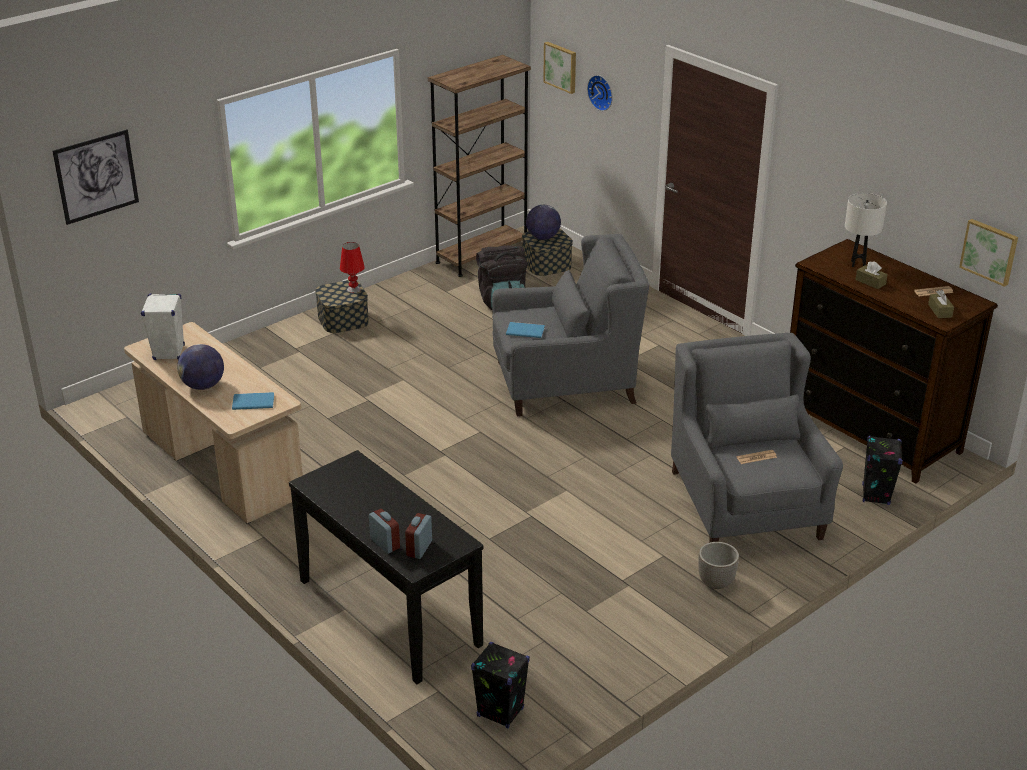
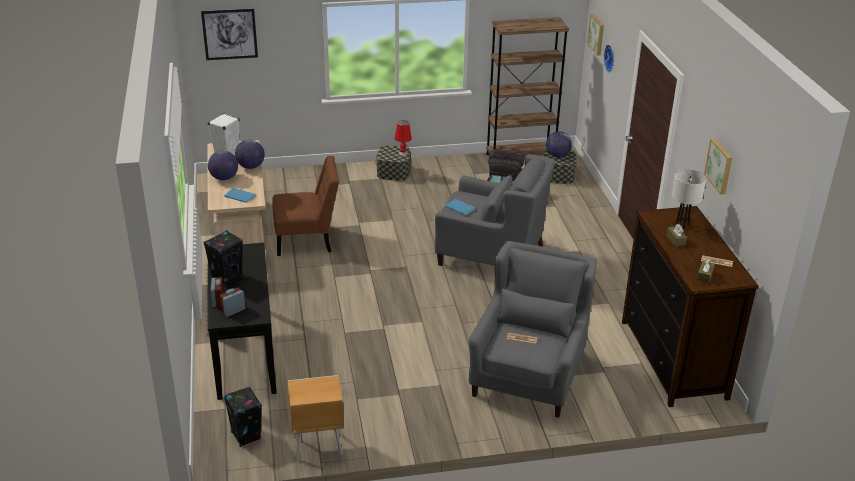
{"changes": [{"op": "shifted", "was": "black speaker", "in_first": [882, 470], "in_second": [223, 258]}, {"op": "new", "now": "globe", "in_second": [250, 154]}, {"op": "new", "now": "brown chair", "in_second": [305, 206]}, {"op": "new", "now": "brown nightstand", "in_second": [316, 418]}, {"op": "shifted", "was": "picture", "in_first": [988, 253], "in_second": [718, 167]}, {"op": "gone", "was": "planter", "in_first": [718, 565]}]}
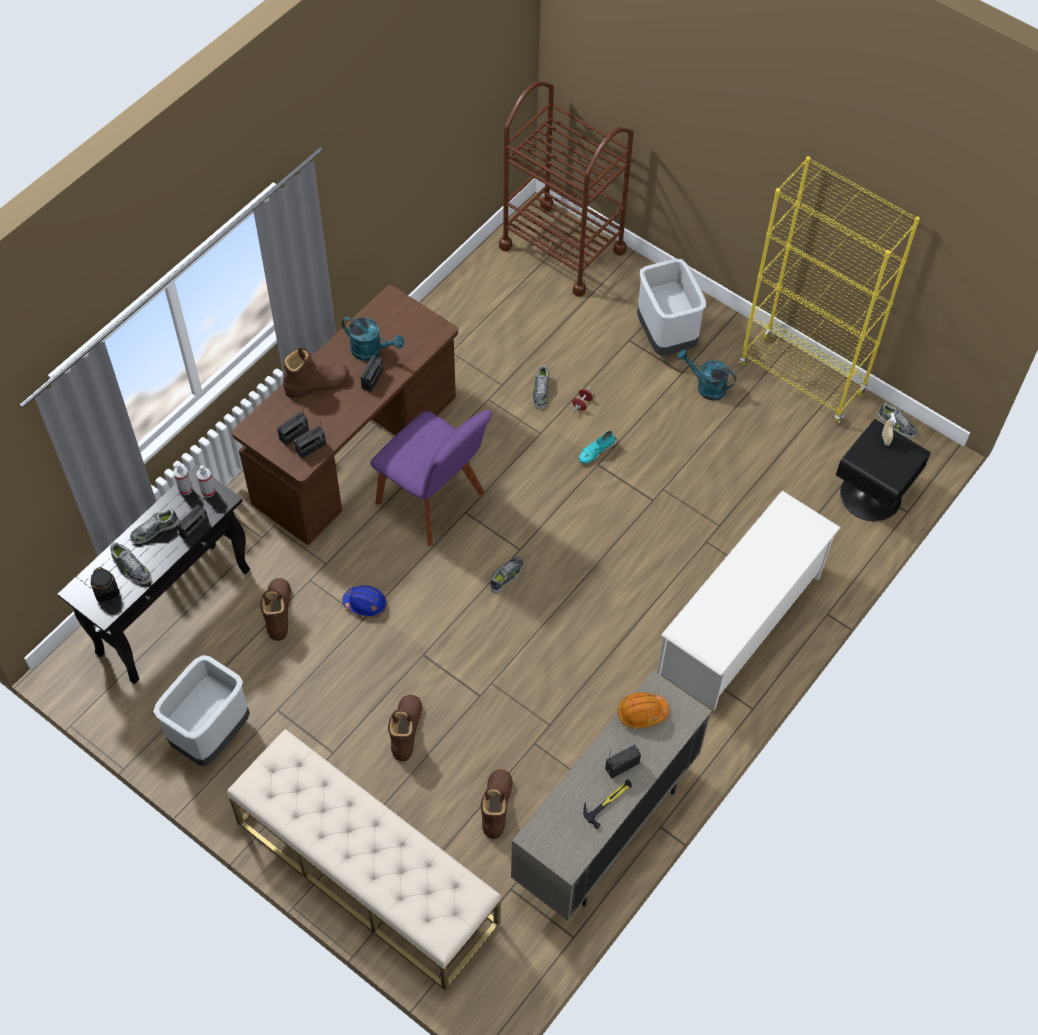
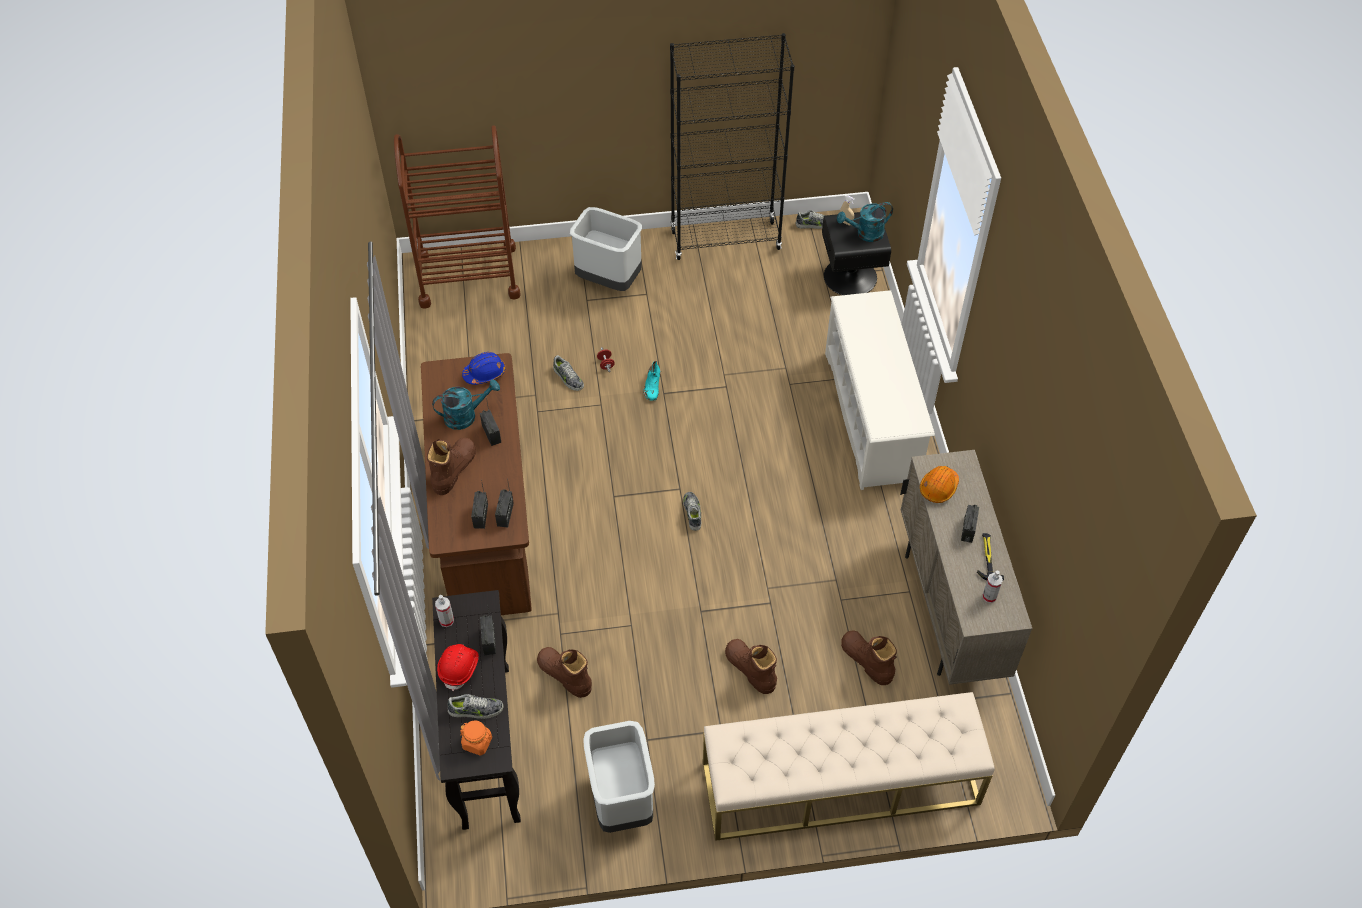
{"changes": [{"op": "swapped", "was": "shoe", "now": "red hard hat", "in_first": [154, 526], "in_second": [458, 667]}, {"op": "repainted", "was": "black jar", "now": "orange jar", "in_first": [105, 584], "in_second": [476, 737]}, {"op": "shifted", "was": "blue hard hat", "in_first": [365, 601], "in_second": [483, 368]}, {"op": "repainted", "was": "yellow bookcase", "now": "black bookcase", "in_first": [829, 289], "in_second": [732, 146]}, {"op": "shifted", "was": "turquoise watering can", "in_first": [706, 375], "in_second": [865, 222]}, {"op": "shifted", "was": "spray bottle", "in_first": [205, 481], "in_second": [992, 587]}, {"op": "gone", "was": "purple chair", "in_first": [431, 477]}]}
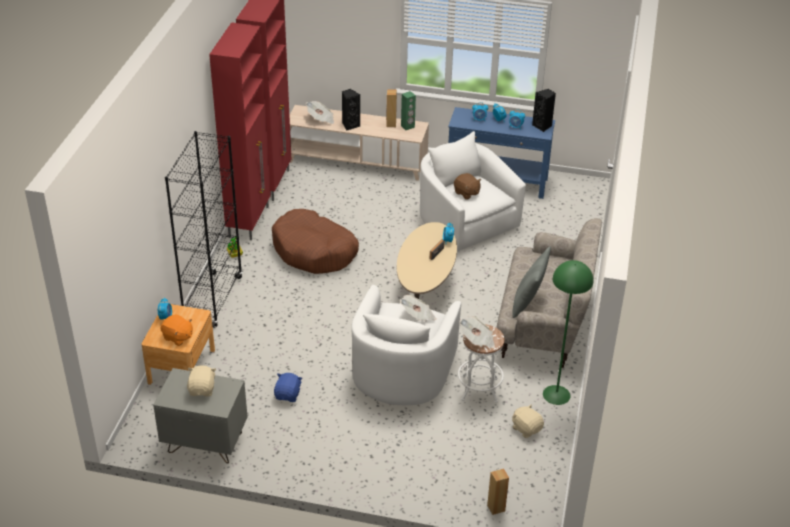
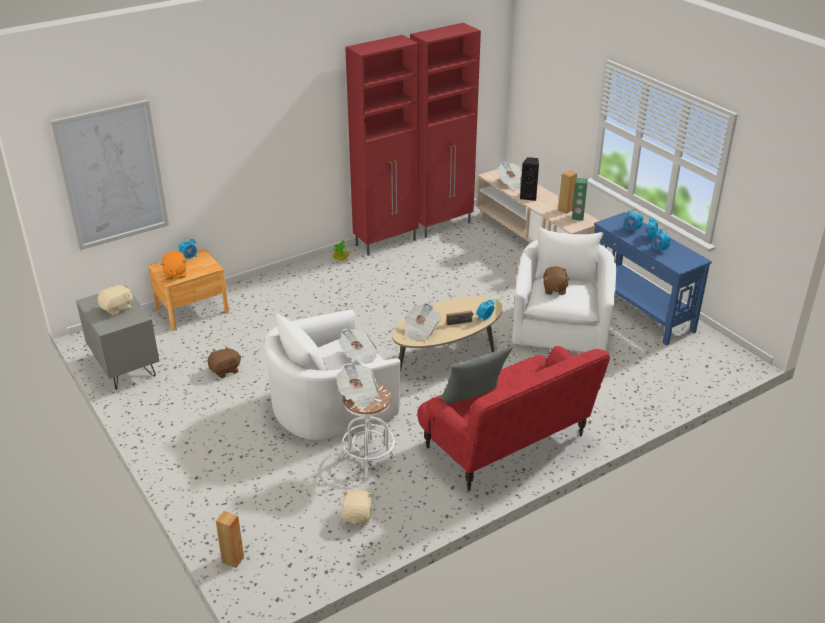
{"changes": [{"op": "new", "now": "picture", "in_second": [109, 174]}, {"op": "repainted", "was": "blue plush toy", "now": "brown plush toy", "in_first": [288, 387], "in_second": [224, 362]}, {"op": "new", "now": "newspaper", "in_second": [422, 321]}, {"op": "repainted", "was": "beige sofa", "now": "red sofa", "in_first": [549, 293], "in_second": [513, 418]}, {"op": "gone", "was": "black bookcase", "in_first": [204, 229]}, {"op": "gone", "was": "brown dog bed", "in_first": [315, 241]}, {"op": "gone", "was": "black speaker", "in_first": [544, 110]}, {"op": "gone", "was": "green floor lamp", "in_first": [568, 332]}]}
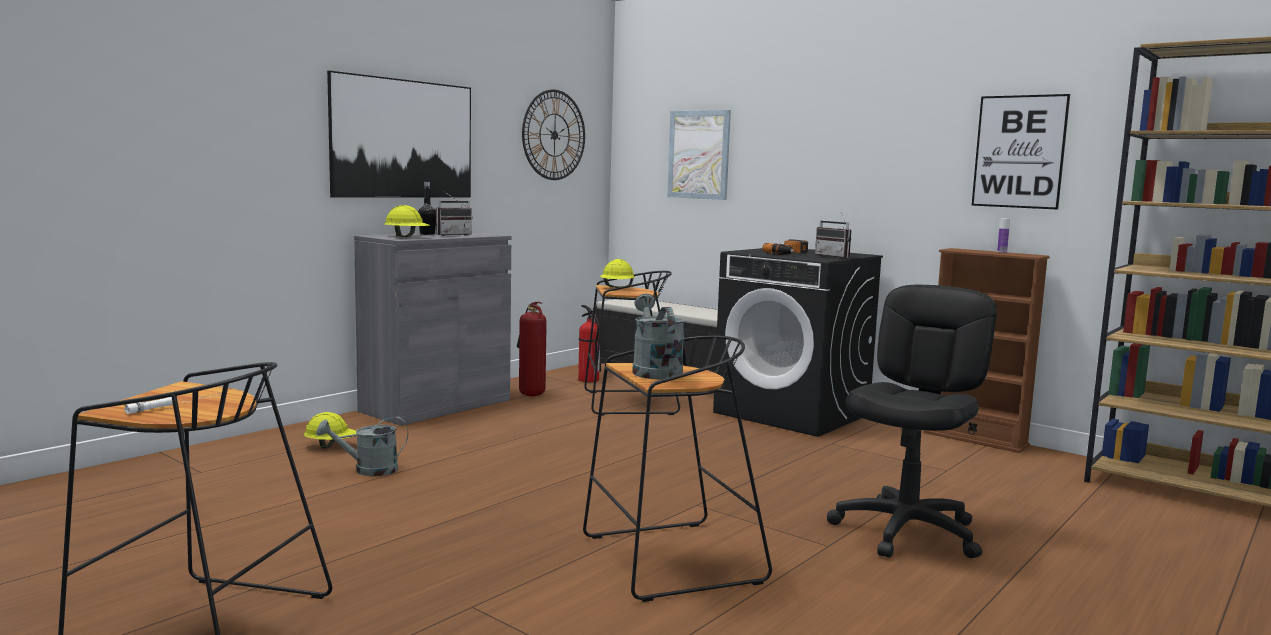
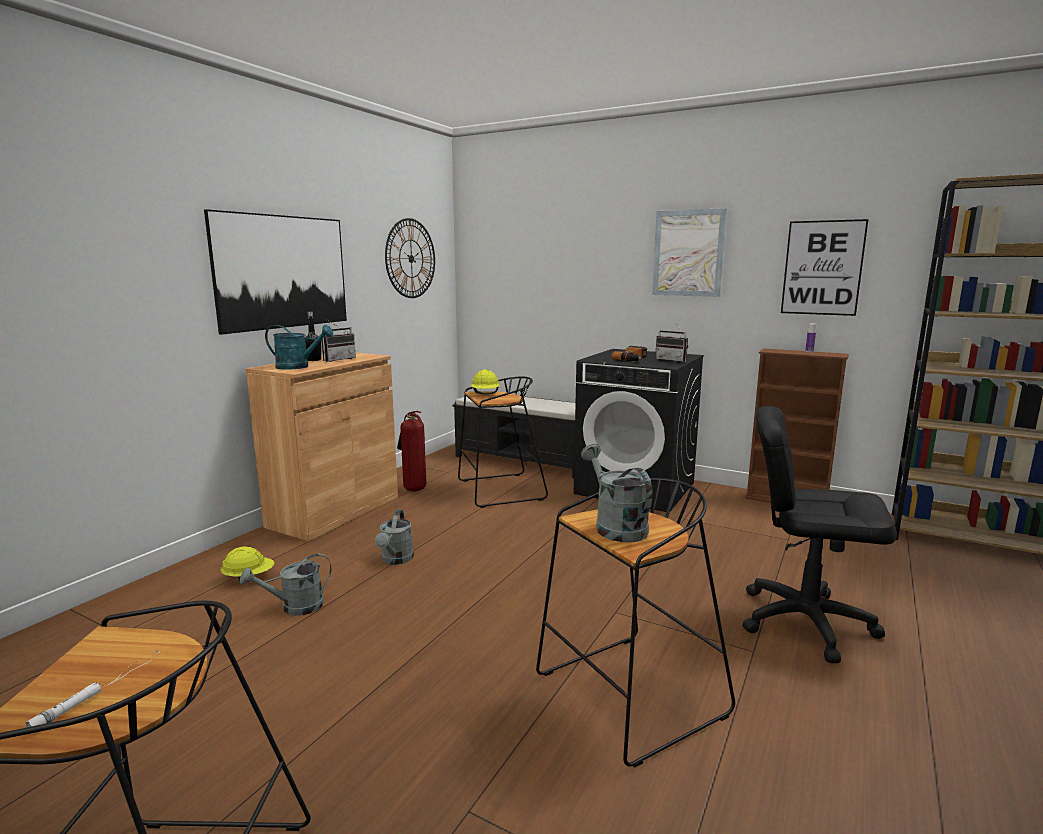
{"changes": [{"op": "repainted", "was": "grey cabinet", "now": "brown cabinet", "in_first": [432, 329], "in_second": [322, 446]}, {"op": "swapped", "was": "yellow hard hat", "now": "turquoise watering can", "in_first": [407, 221], "in_second": [299, 347]}, {"op": "new", "now": "grey watering can", "in_second": [394, 537]}, {"op": "shifted", "was": "picture", "in_first": [699, 155], "in_second": [689, 252]}, {"op": "rotated", "was": "black office chair", "in_first": [912, 421], "in_second": [819, 534], "clockwise": -90}, {"op": "gone", "was": "fire extinguisher", "in_first": [589, 343]}]}
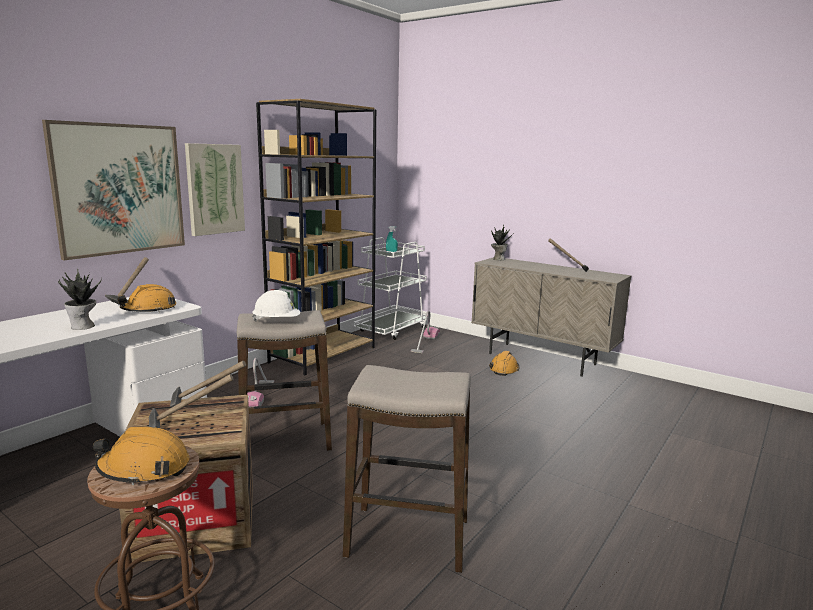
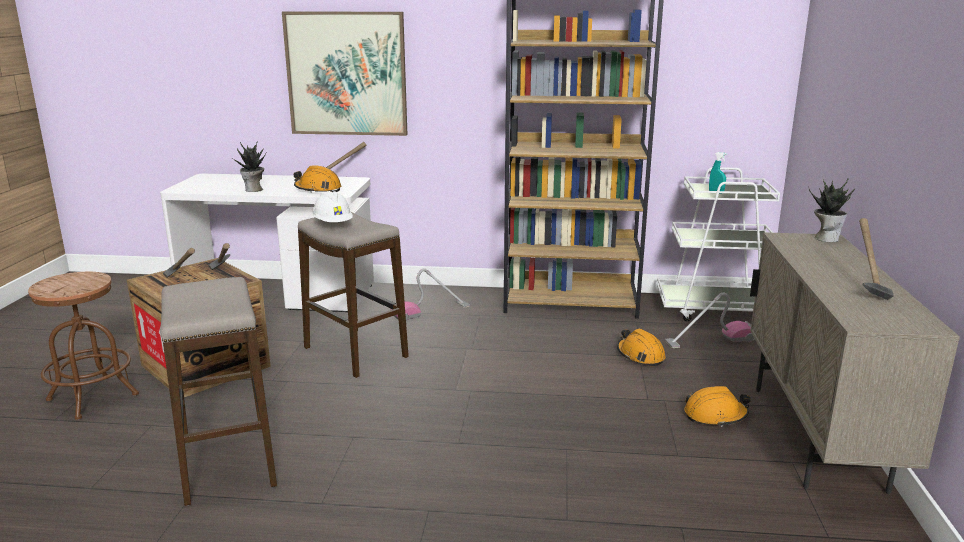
{"changes": [{"op": "shifted", "was": "orange hard hat", "in_first": [141, 456], "in_second": [641, 348]}, {"op": "gone", "was": "picture", "in_first": [215, 189]}]}
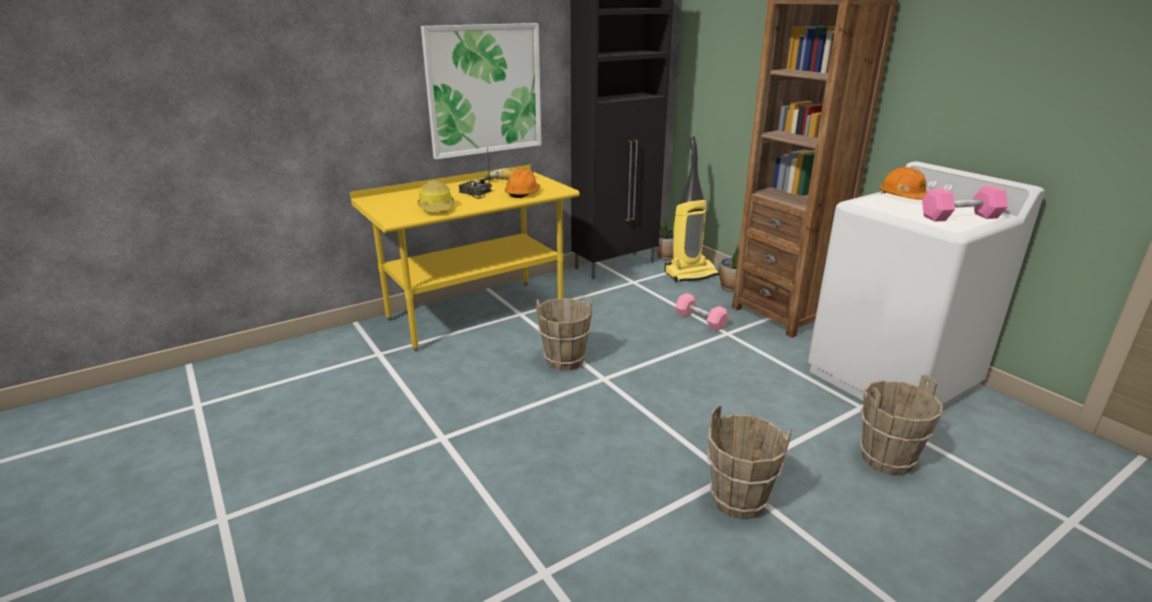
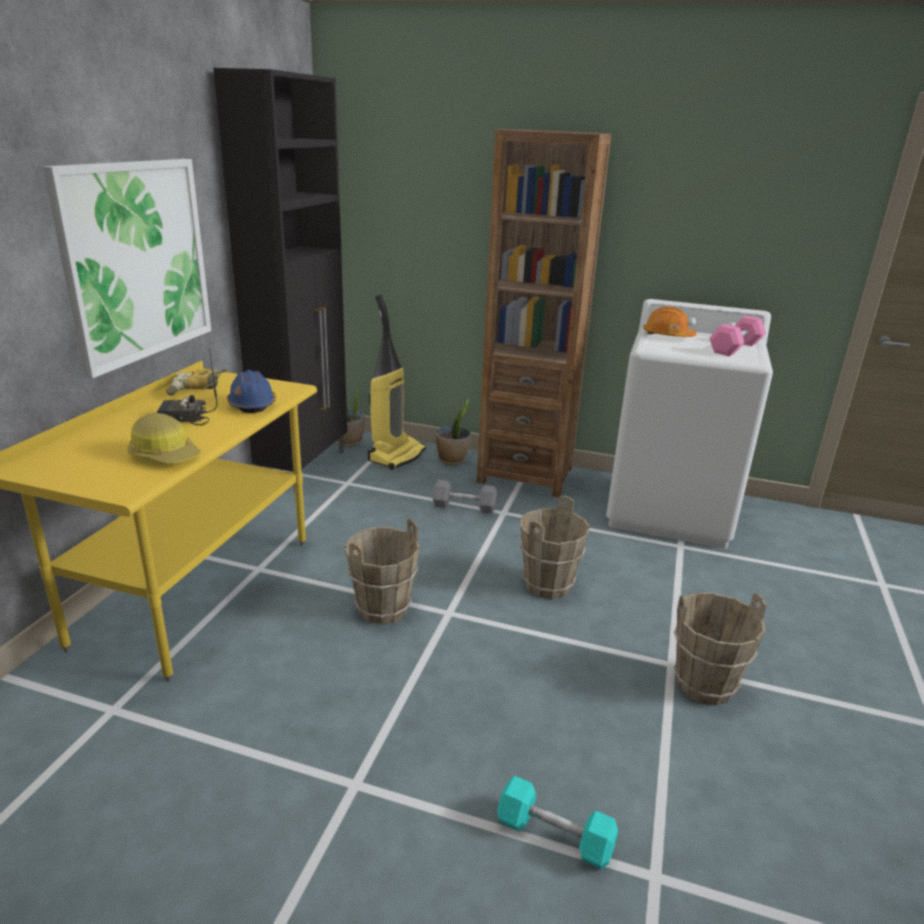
{"changes": [{"op": "repainted", "was": "orange hard hat", "now": "blue hard hat", "in_first": [523, 183], "in_second": [251, 391]}, {"op": "repainted", "was": "pink dumbbell", "now": "grey dumbbell", "in_first": [702, 312], "in_second": [464, 496]}, {"op": "new", "now": "turquoise dumbbell", "in_second": [557, 823]}, {"op": "shifted", "was": "brown bucket", "in_first": [901, 425], "in_second": [555, 547]}]}
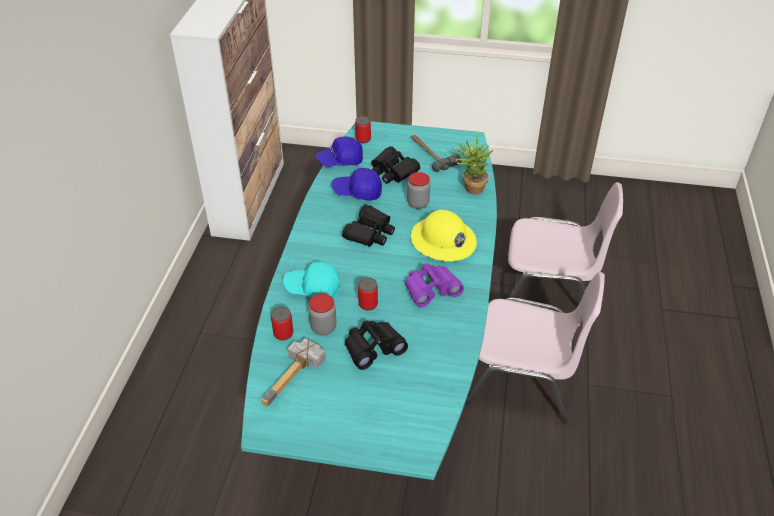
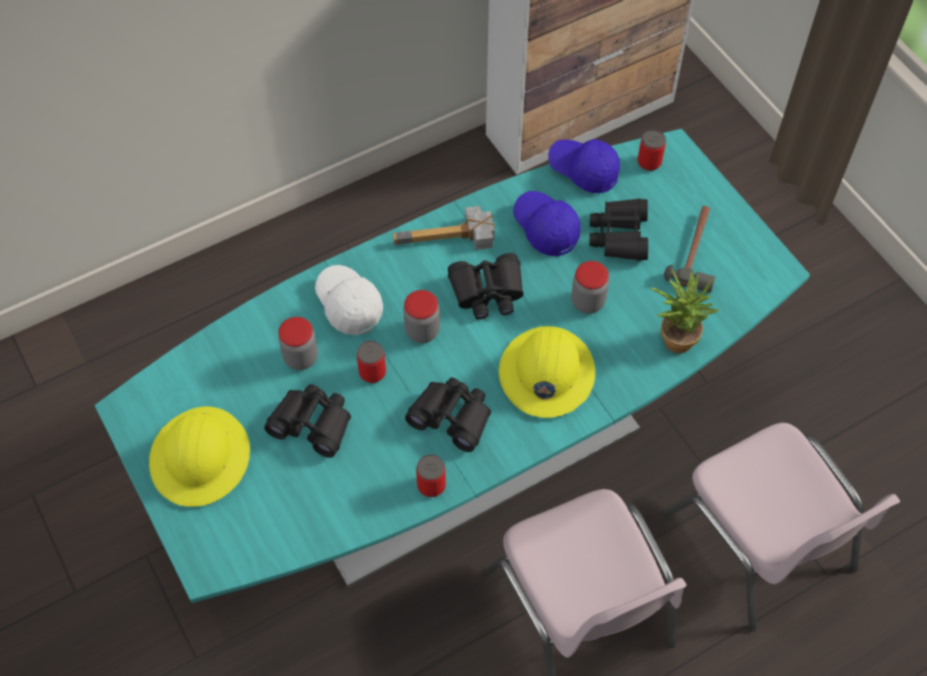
{"changes": [{"op": "new", "now": "yellow hard hat", "in_second": [199, 456]}, {"op": "repainted", "was": "turquoise cap", "now": "white cap", "in_first": [312, 280], "in_second": [349, 300]}, {"op": "shifted", "was": "hammer", "in_first": [293, 372], "in_second": [444, 228]}, {"op": "new", "now": "jar", "in_second": [421, 316]}, {"op": "repainted", "was": "purple binoculars", "now": "black binoculars", "in_first": [434, 285], "in_second": [448, 415]}, {"op": "shifted", "was": "can", "in_first": [282, 323], "in_second": [431, 476]}]}
